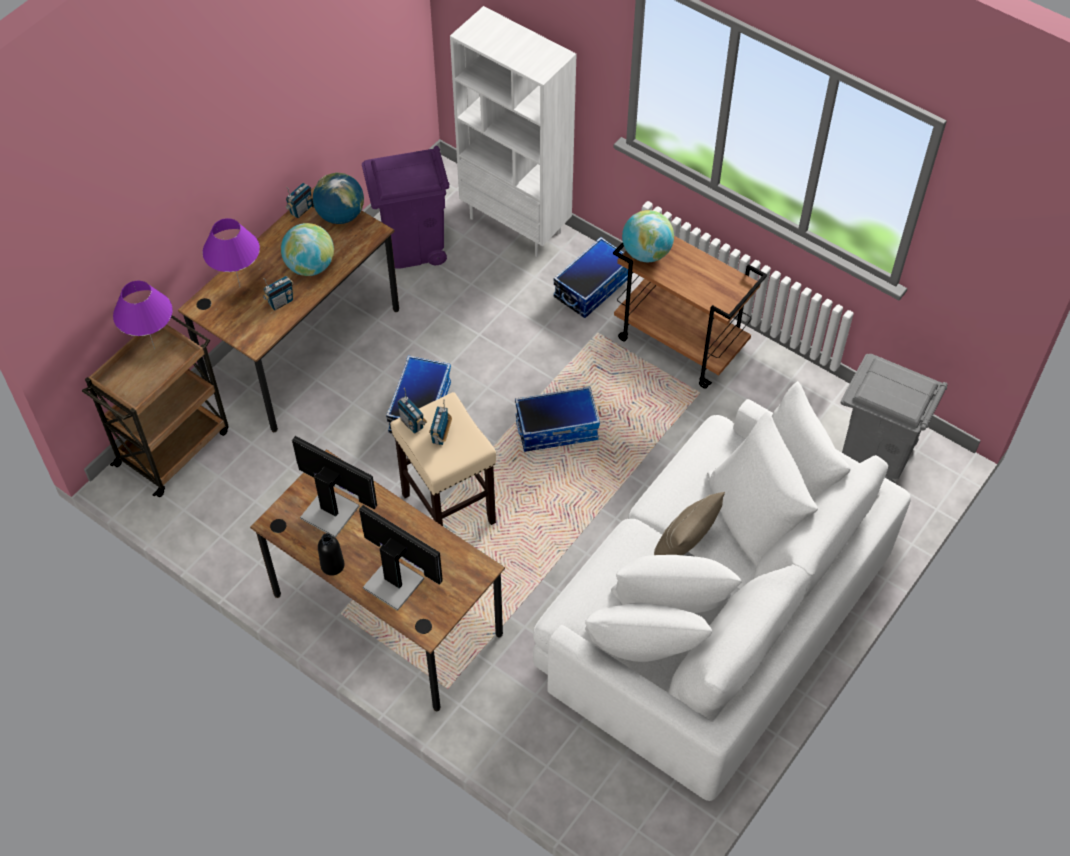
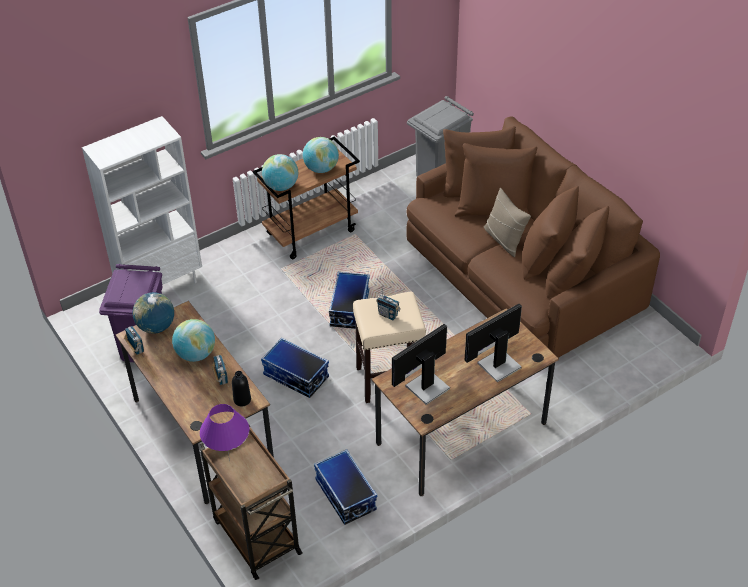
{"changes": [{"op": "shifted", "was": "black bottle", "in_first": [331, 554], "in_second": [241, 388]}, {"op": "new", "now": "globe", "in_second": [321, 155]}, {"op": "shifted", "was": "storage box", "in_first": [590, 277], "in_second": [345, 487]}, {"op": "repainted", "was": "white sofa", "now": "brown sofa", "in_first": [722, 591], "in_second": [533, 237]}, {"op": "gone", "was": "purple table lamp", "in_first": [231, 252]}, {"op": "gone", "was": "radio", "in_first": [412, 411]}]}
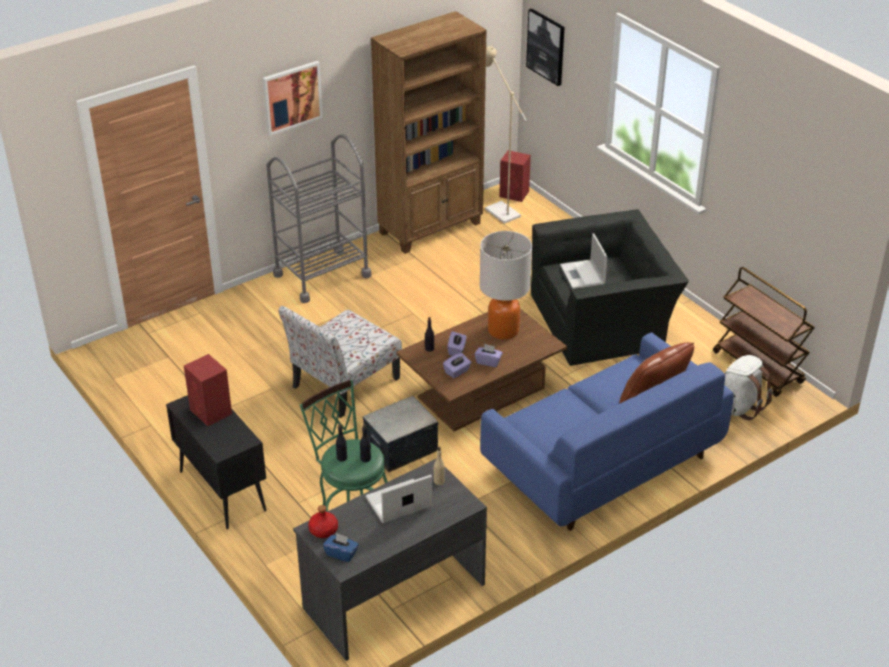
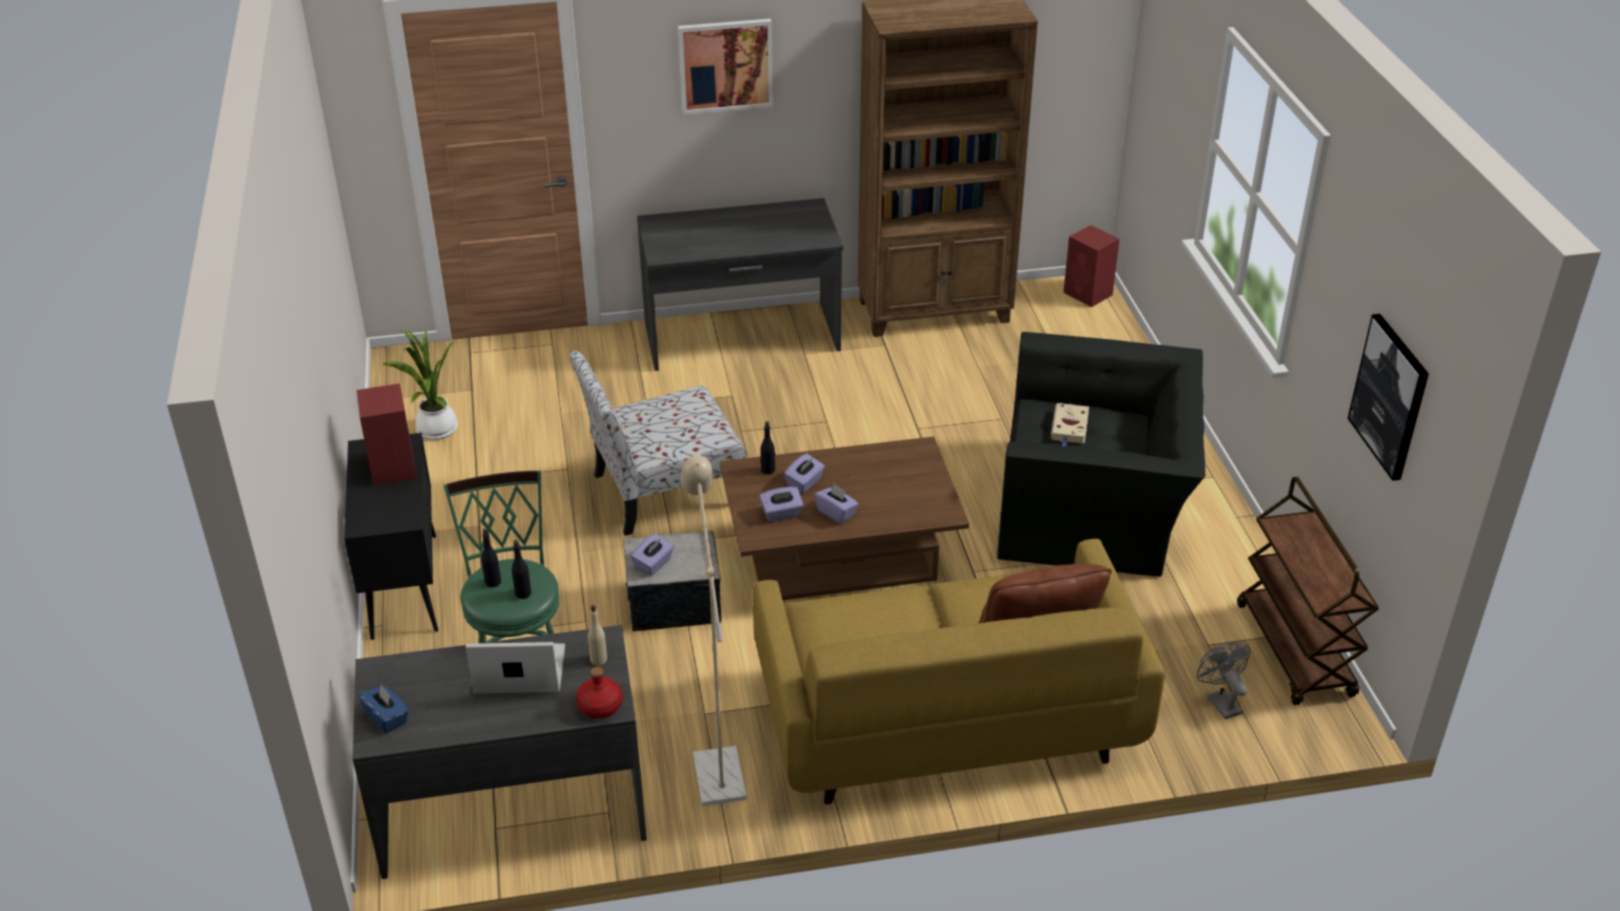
{"changes": [{"op": "new", "now": "potted plant", "in_second": [420, 384]}, {"op": "shifted", "was": "red bottle", "in_first": [323, 521], "in_second": [599, 693]}, {"op": "new", "now": "purple tissue box", "in_second": [652, 554]}, {"op": "swapped", "was": "grey cart", "now": "grey desk", "in_first": [318, 218], "in_second": [740, 284]}, {"op": "shifted", "was": "beige floor lamp", "in_first": [506, 135], "in_second": [713, 630]}, {"op": "repainted", "was": "blue sofa", "now": "yellow sofa", "in_first": [607, 431], "in_second": [959, 671]}, {"op": "swapped", "was": "laptop", "now": "beige book", "in_first": [584, 261], "in_second": [1070, 425]}, {"op": "swapped", "was": "white backpack", "now": "grey fan", "in_first": [748, 387], "in_second": [1224, 680]}, {"op": "shifted", "was": "picture", "in_first": [545, 47], "in_second": [1388, 397]}, {"op": "gone", "was": "table lamp", "in_first": [506, 285]}]}
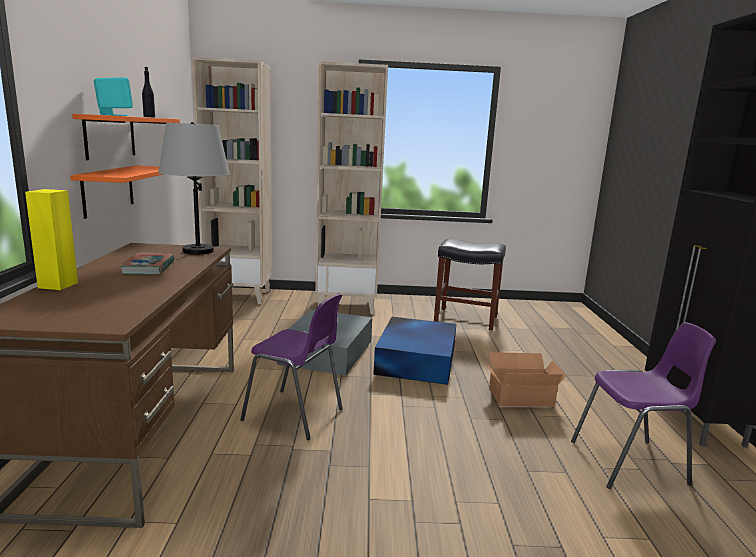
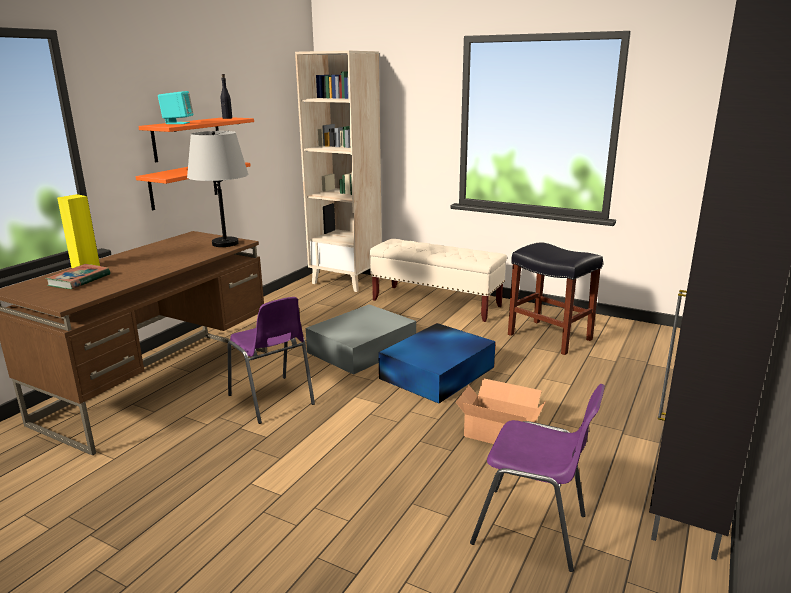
{"changes": [{"op": "shifted", "was": "book", "in_first": [147, 264], "in_second": [77, 276]}, {"op": "swapped", "was": "beige bookcase", "now": "beige bench", "in_first": [351, 187], "in_second": [438, 280]}]}
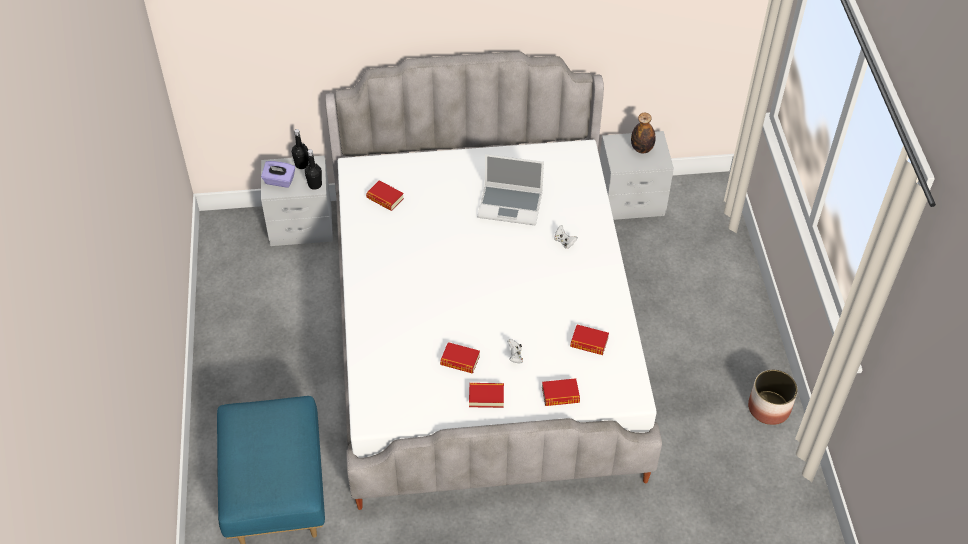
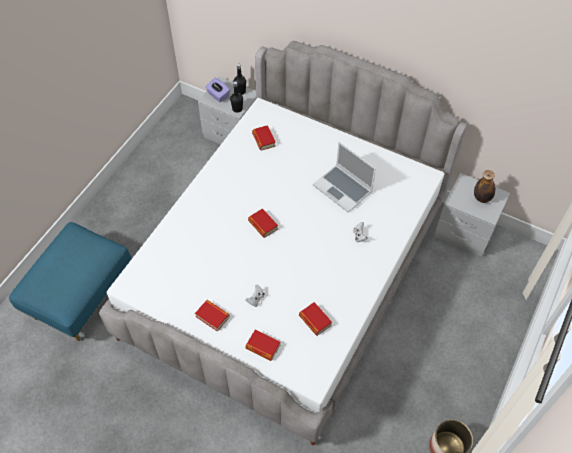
{"changes": [{"op": "shifted", "was": "book", "in_first": [460, 358], "in_second": [263, 223]}]}
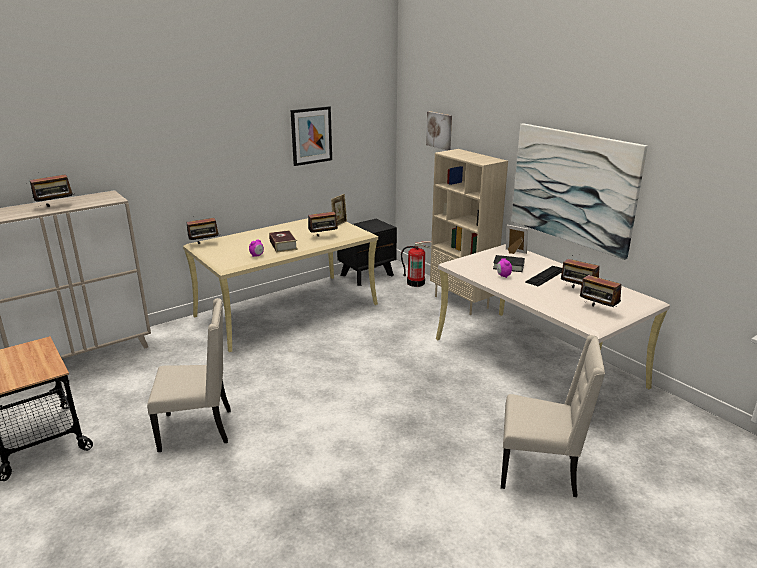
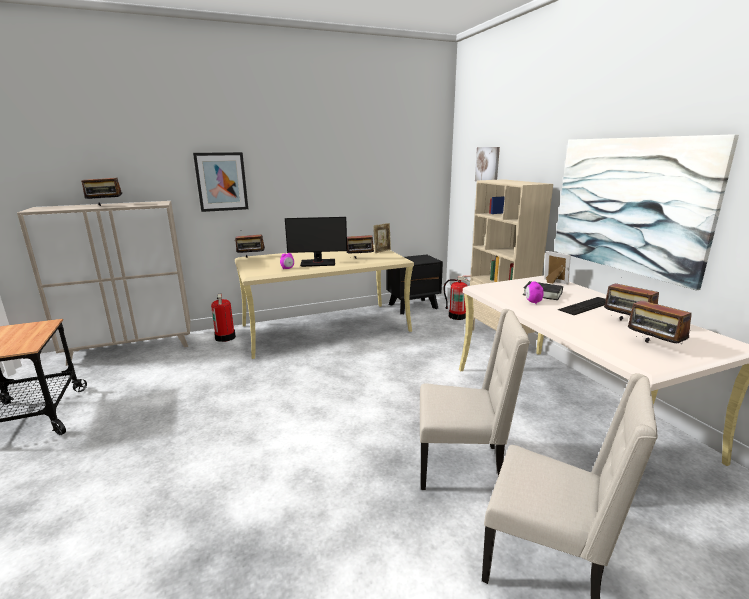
{"changes": [{"op": "shifted", "was": "picture", "in_first": [311, 136], "in_second": [220, 182]}, {"op": "new", "now": "fire extinguisher", "in_second": [223, 317]}, {"op": "swapped", "was": "book", "now": "monitor", "in_first": [283, 241], "in_second": [316, 242]}, {"op": "shifted", "was": "beige chair", "in_first": [189, 375], "in_second": [475, 399]}]}
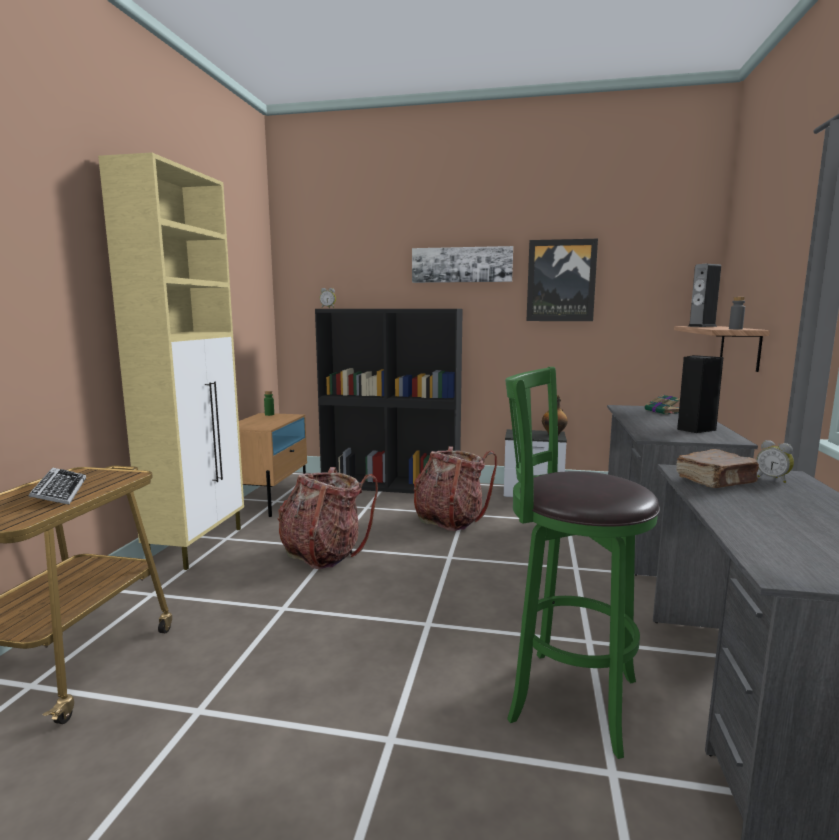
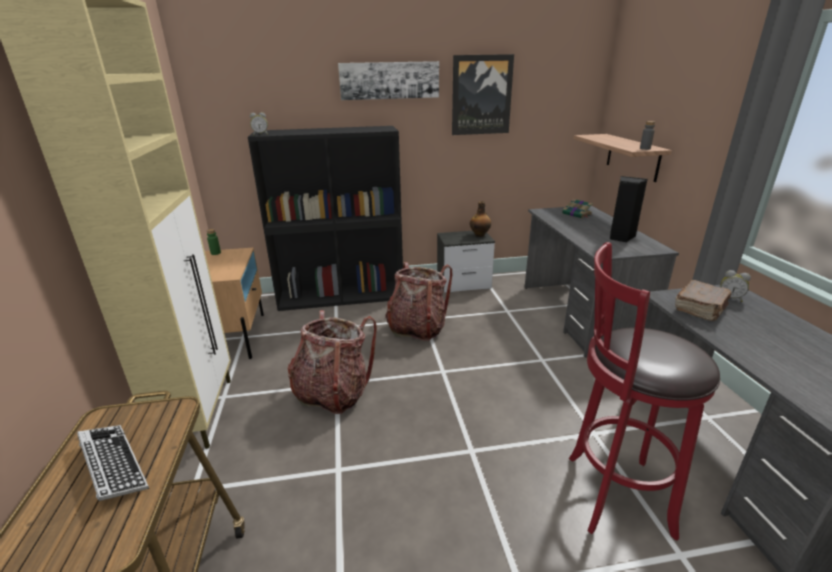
{"changes": [{"op": "repainted", "was": "green stool", "now": "red stool", "in_first": [582, 563], "in_second": [644, 391]}, {"op": "gone", "was": "speaker", "in_first": [704, 295]}]}
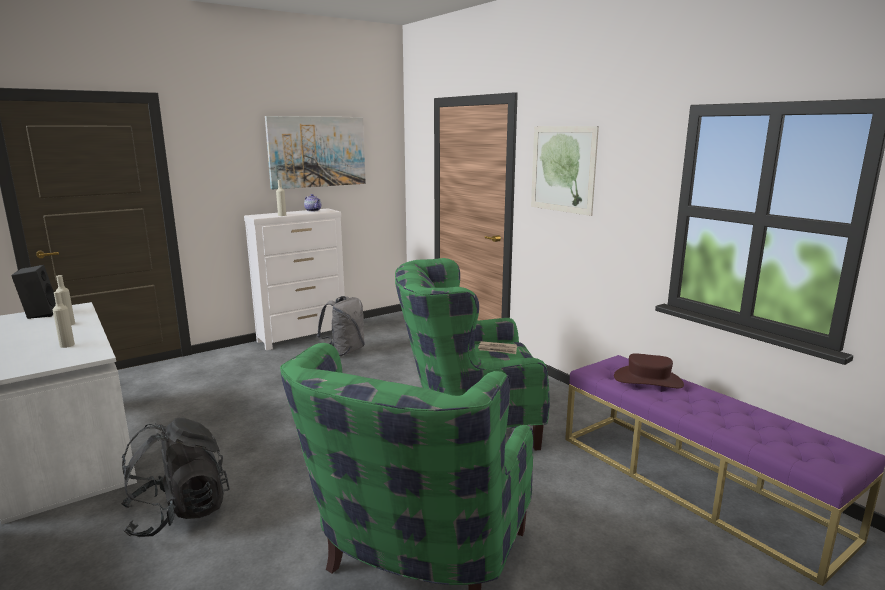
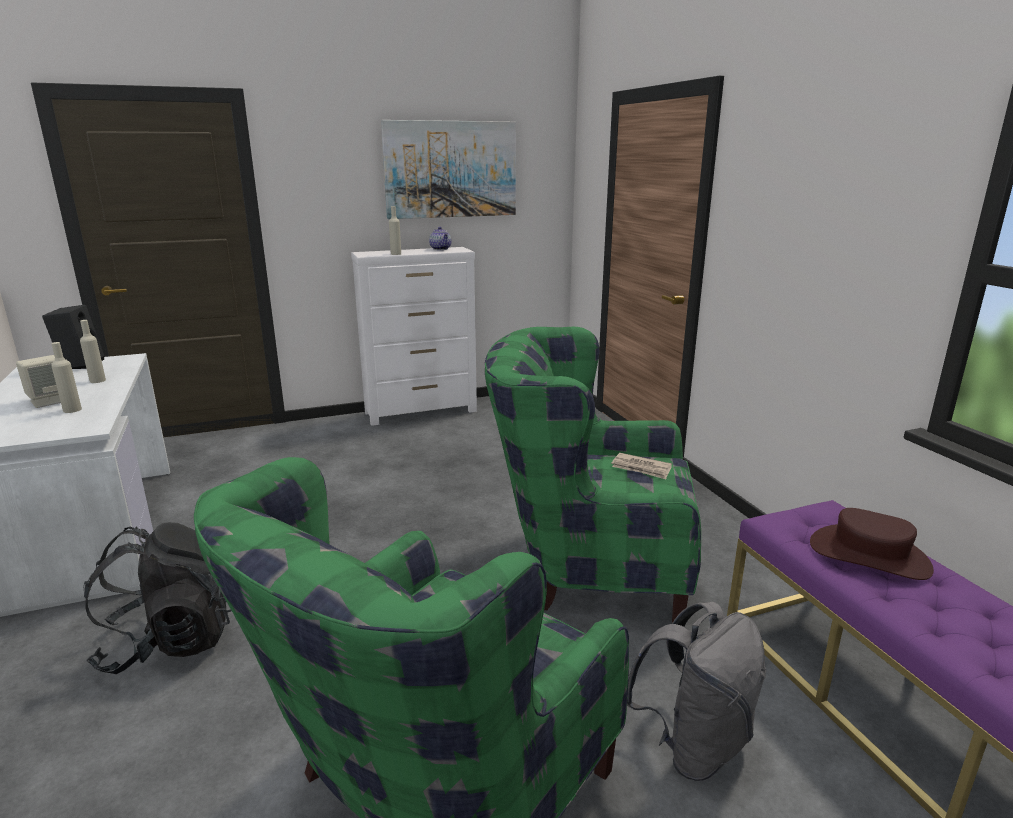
{"changes": [{"op": "new", "now": "beige speaker", "in_second": [38, 381]}, {"op": "shifted", "was": "grey backpack", "in_first": [341, 326], "in_second": [696, 691]}, {"op": "gone", "was": "picture", "in_first": [565, 171]}]}
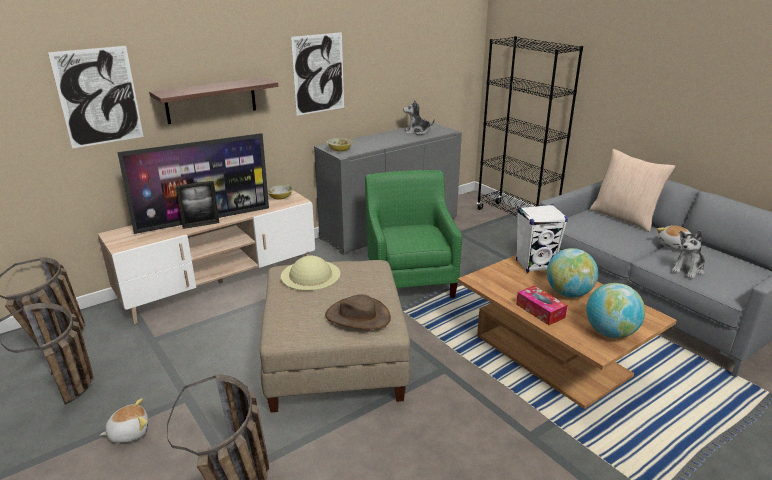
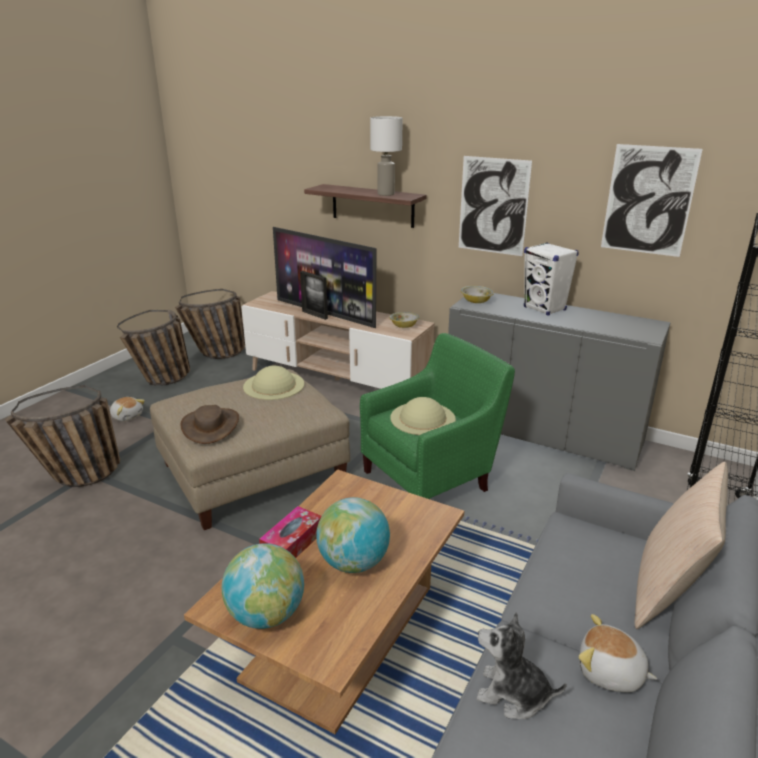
{"changes": [{"op": "new", "now": "white table lamp", "in_second": [386, 156]}, {"op": "new", "now": "beige hat", "in_second": [423, 416]}, {"op": "shifted", "was": "white speaker", "in_first": [542, 238], "in_second": [551, 279]}, {"op": "shifted", "was": "picture", "in_first": [96, 97], "in_second": [652, 200]}, {"op": "gone", "was": "plush toy", "in_first": [419, 117]}]}
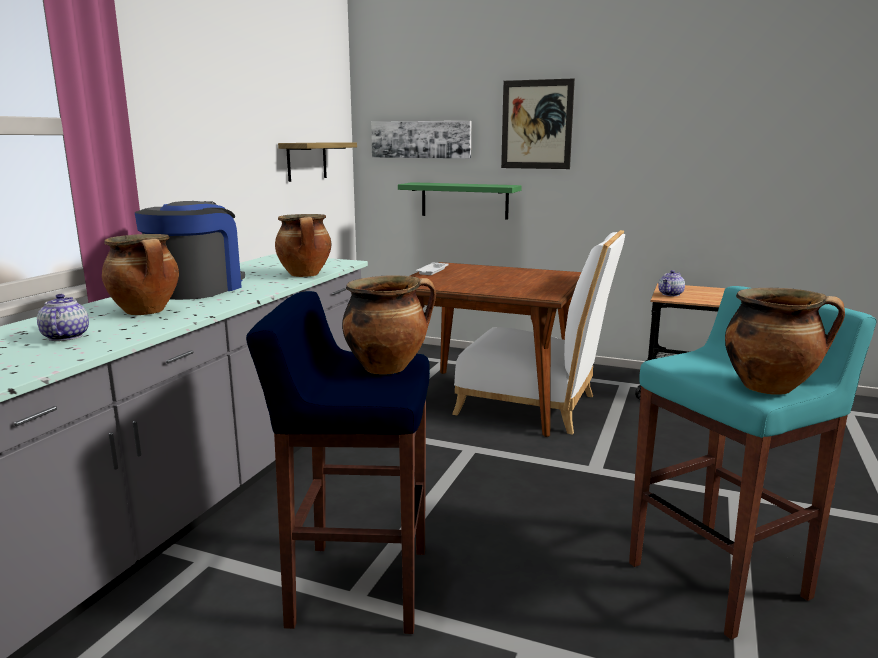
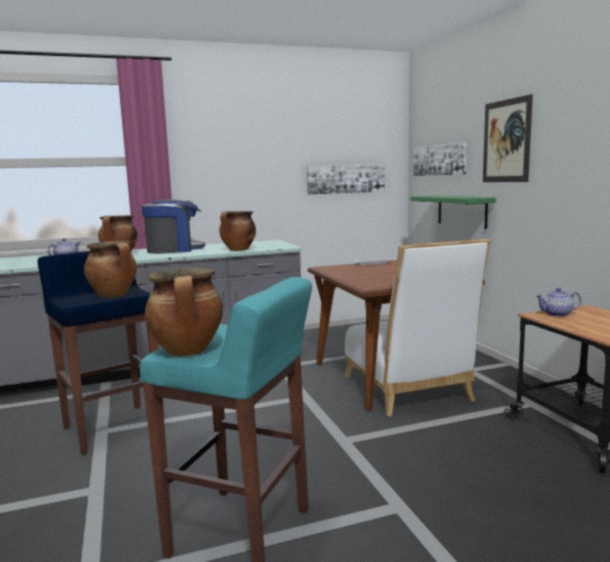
{"changes": [{"op": "swapped", "was": "shelf", "now": "picture", "in_first": [317, 162], "in_second": [345, 179]}]}
